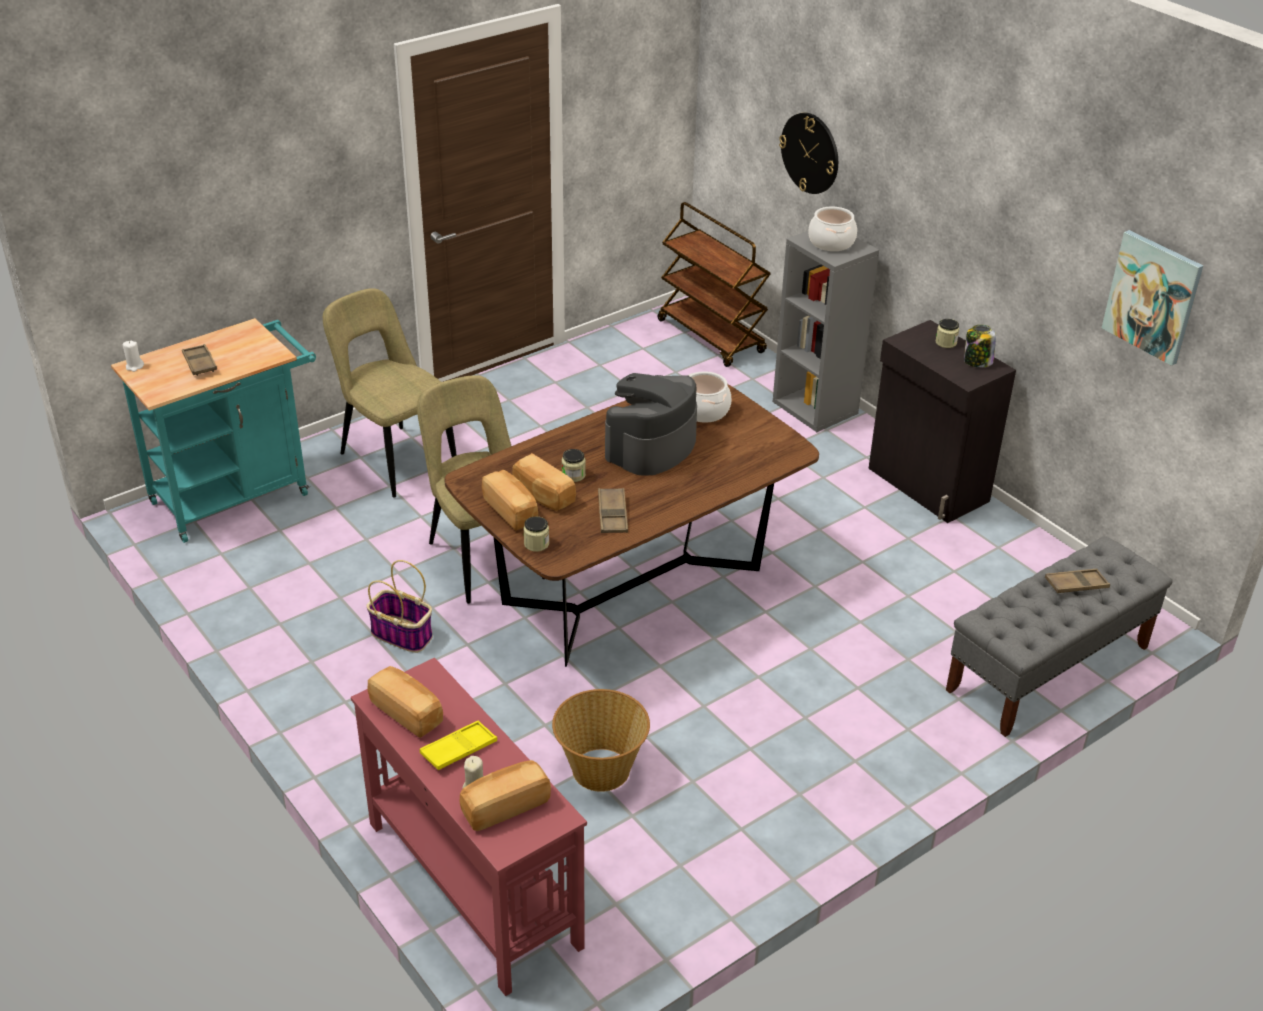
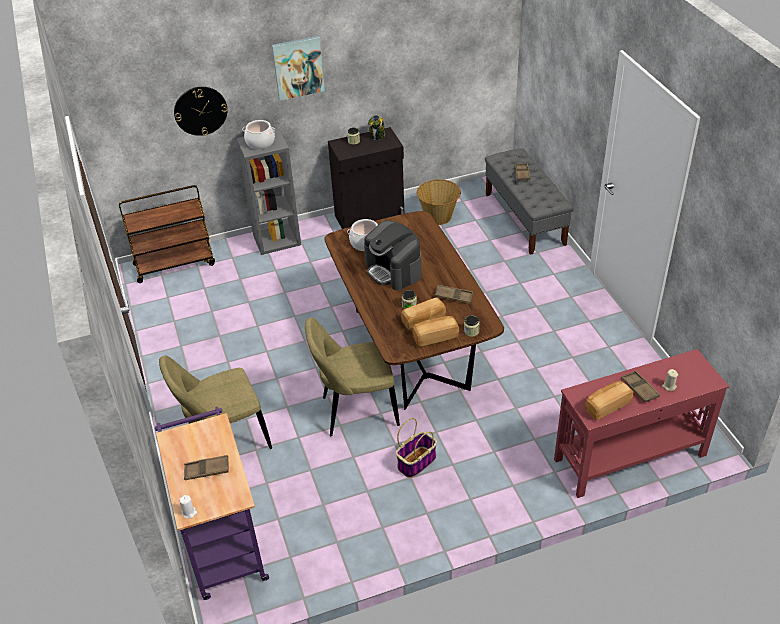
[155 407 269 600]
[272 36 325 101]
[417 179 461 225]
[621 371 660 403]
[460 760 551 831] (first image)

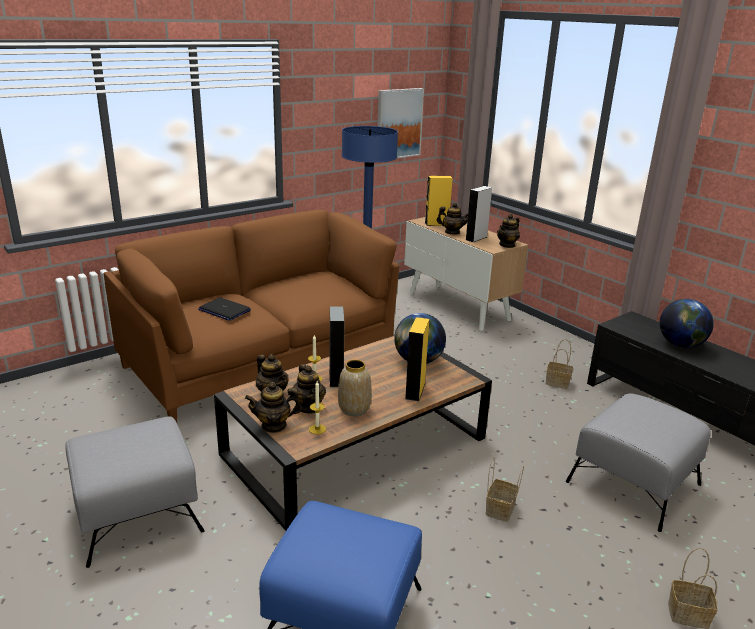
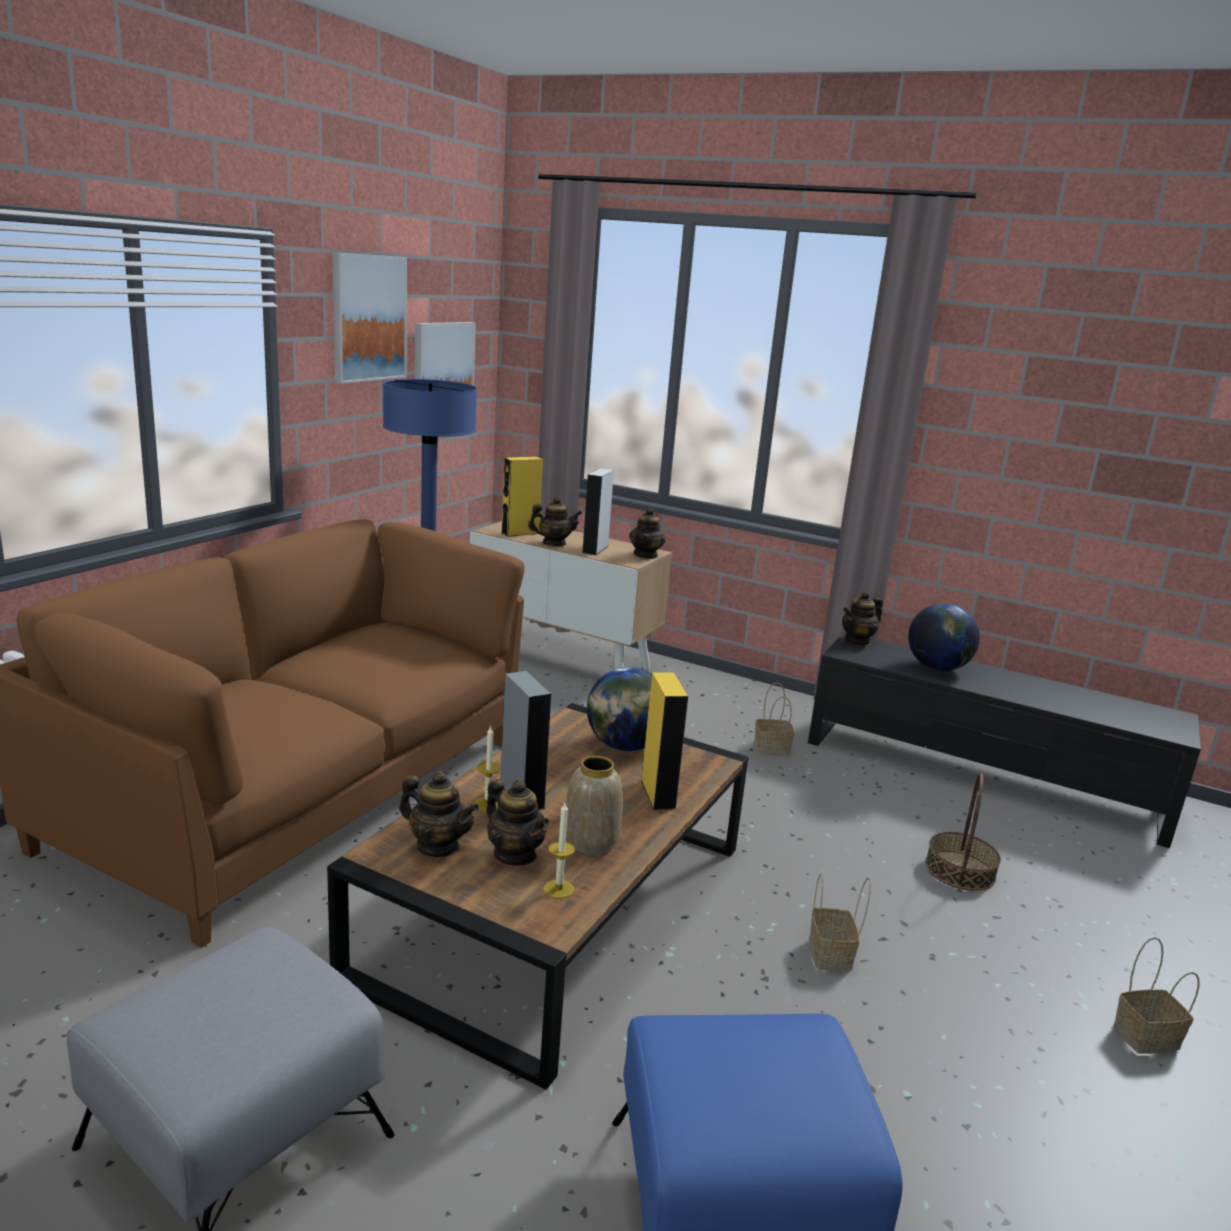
[332 252 407 384]
[842 591 883 646]
[925 773 1001 891]
[198 297 251 321] (first image)

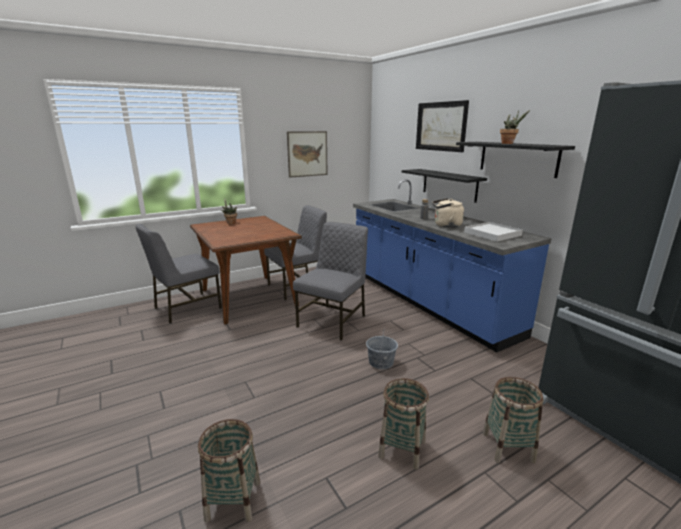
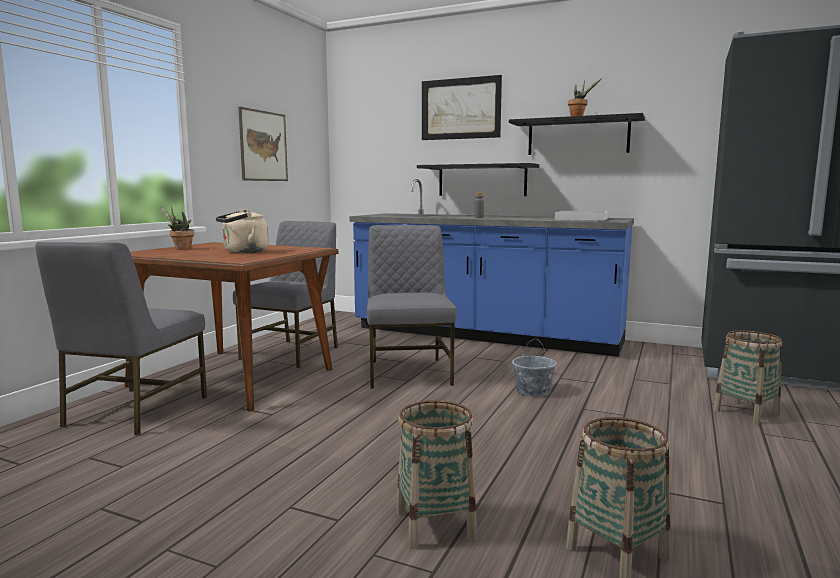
[216 209 269 253]
[396 400 477 549]

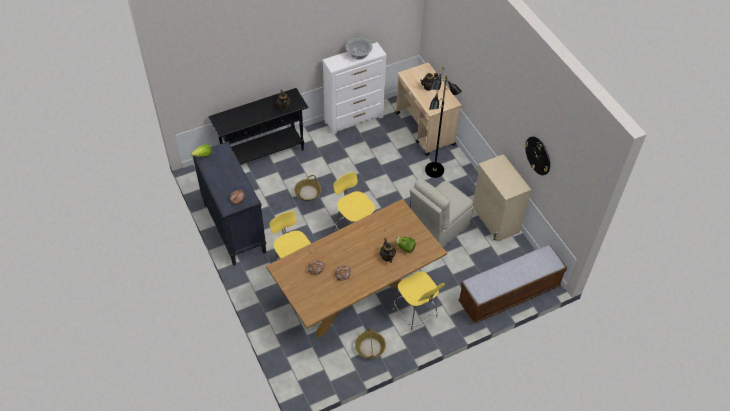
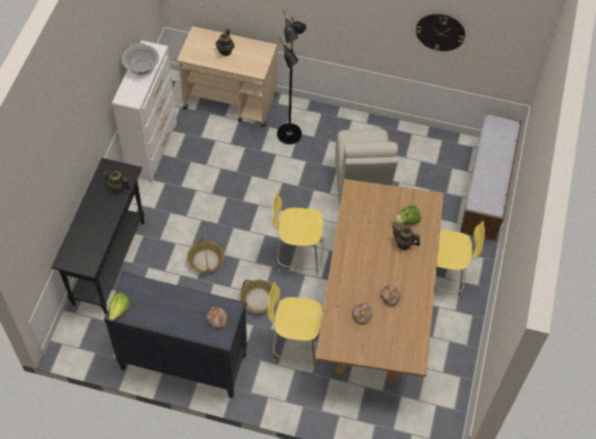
[240 280 273 313]
[473 154 531 242] (first image)

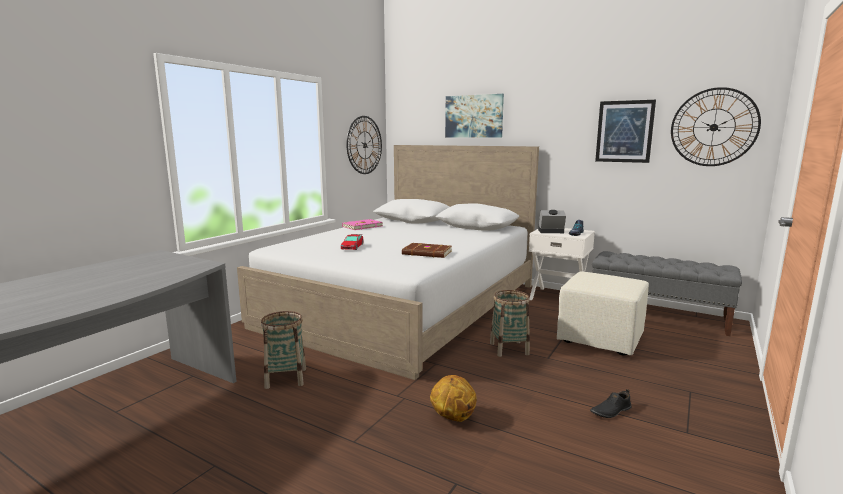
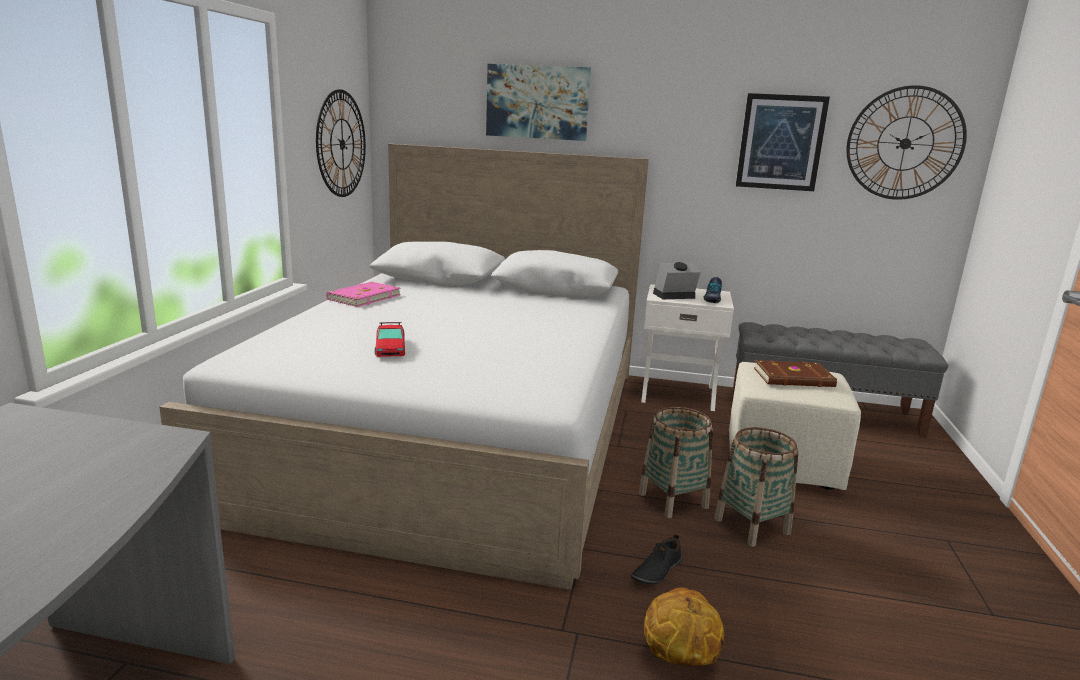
[631 534 682 584]
[714 427 798 547]
[754 360 837 387]

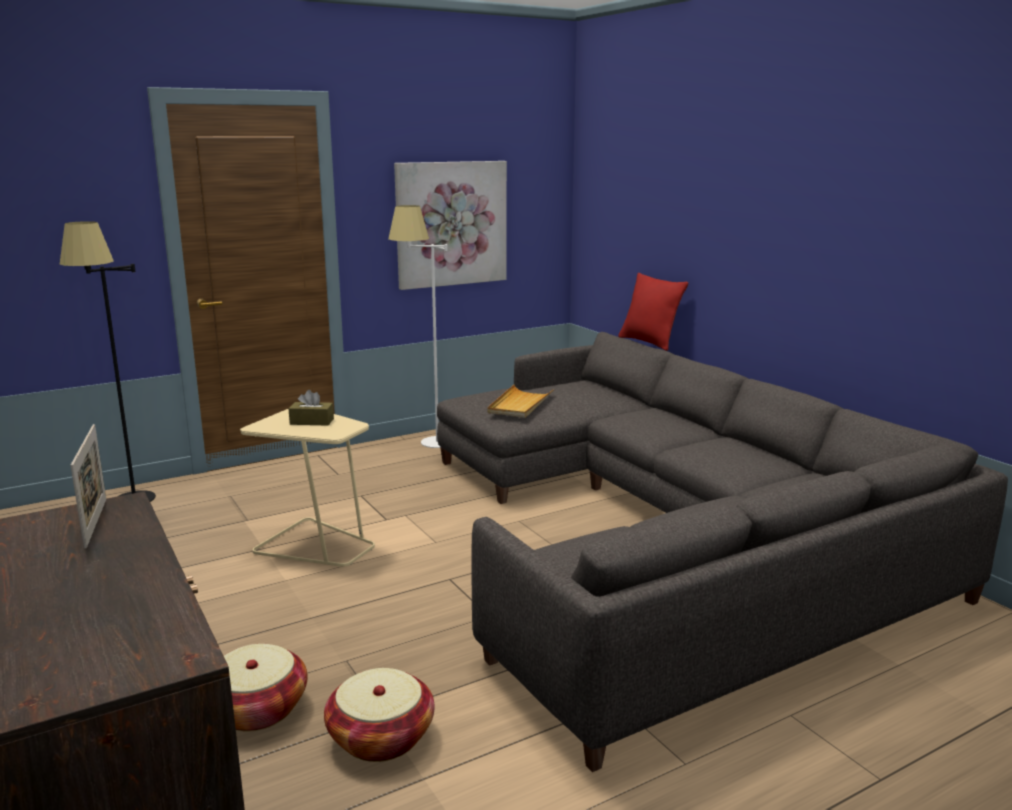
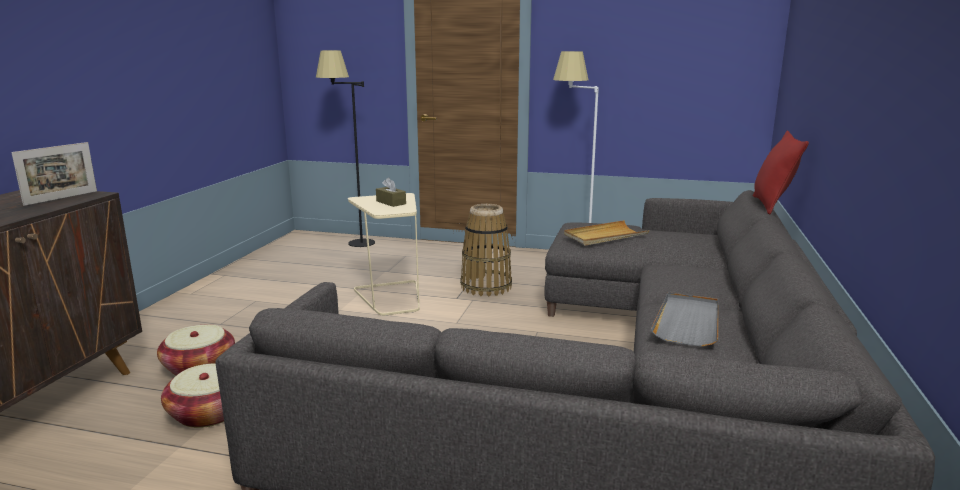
[460 204 512 297]
[651 292 718 346]
[394 161 507 290] (first image)

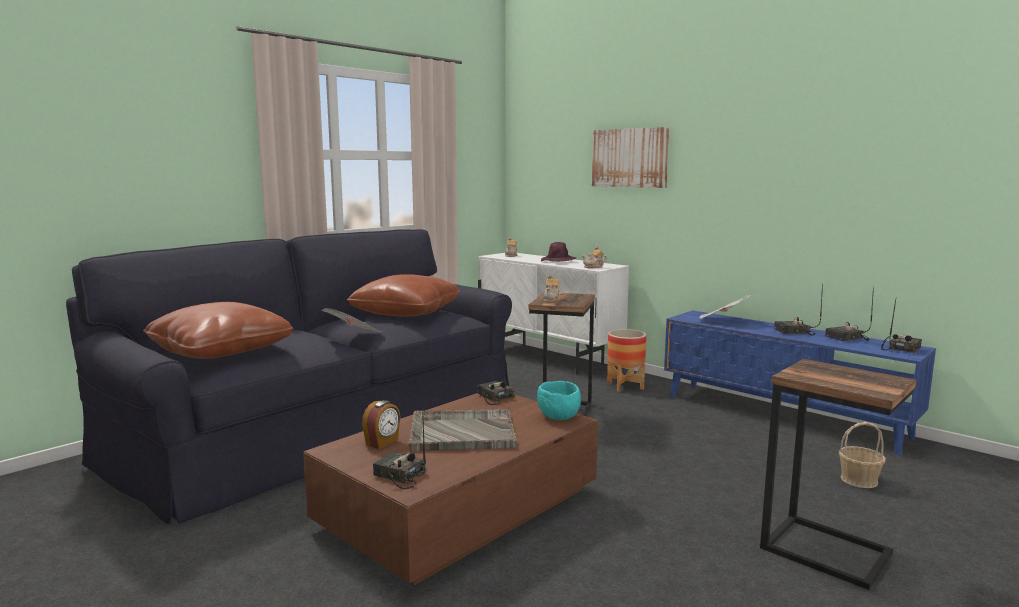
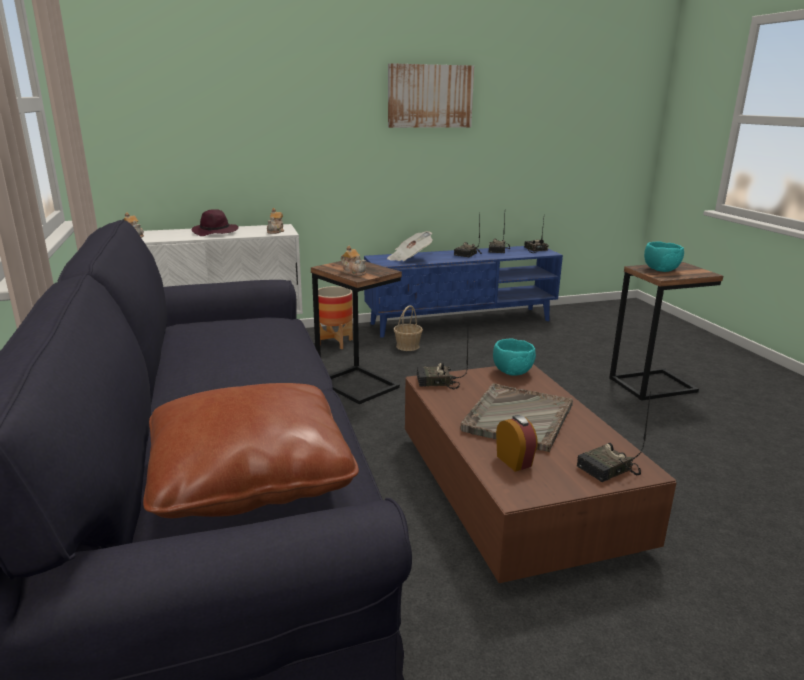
[388 63 474 128]
[394 305 423 351]
[644 241 684 272]
[321 308 383 332] (first image)
[347 274 460 317] (first image)

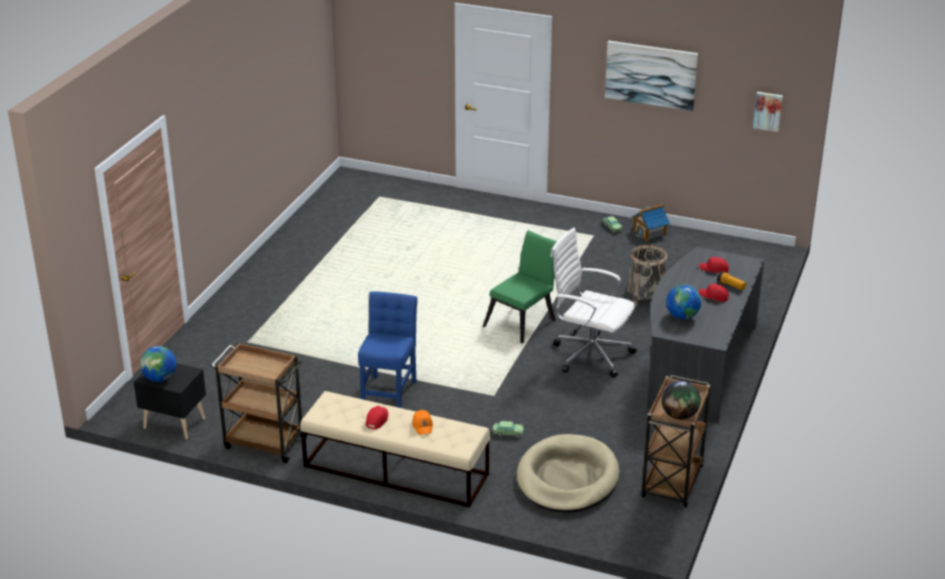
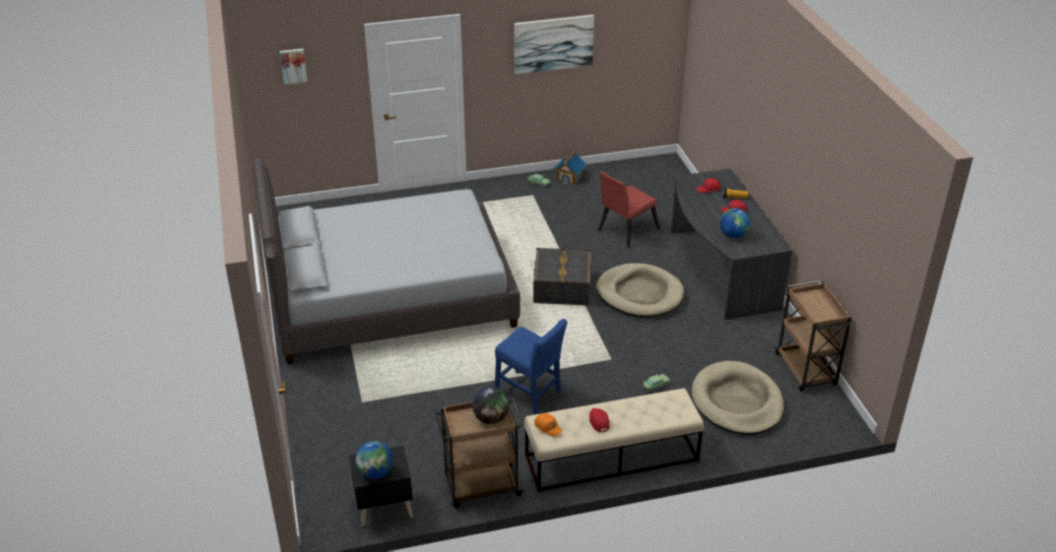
[254 158 520 365]
[280 49 308 85]
[472 387 509 424]
[495 319 567 414]
[533 248 591 306]
[534 413 562 437]
[596 263 684 317]
[598 171 660 247]

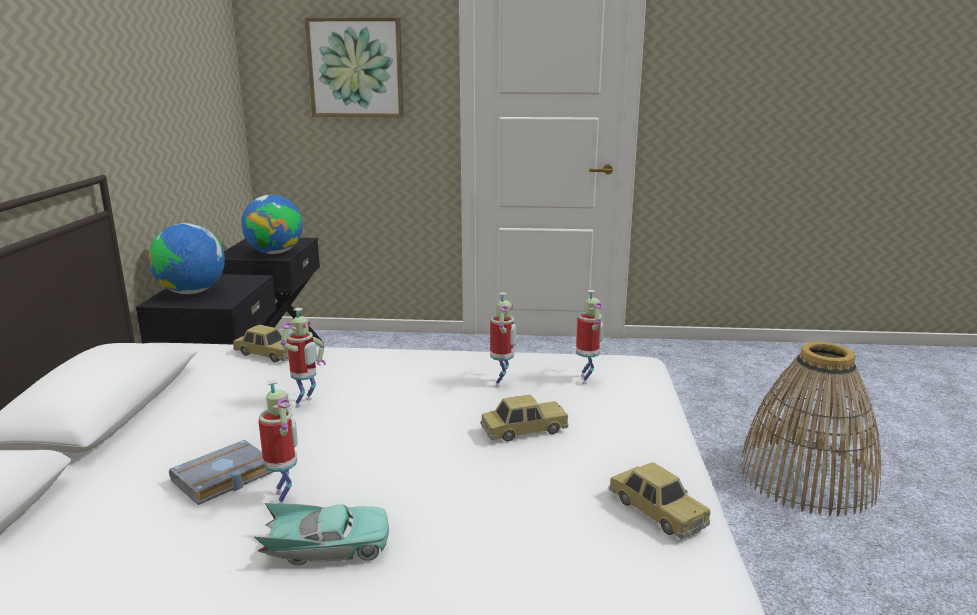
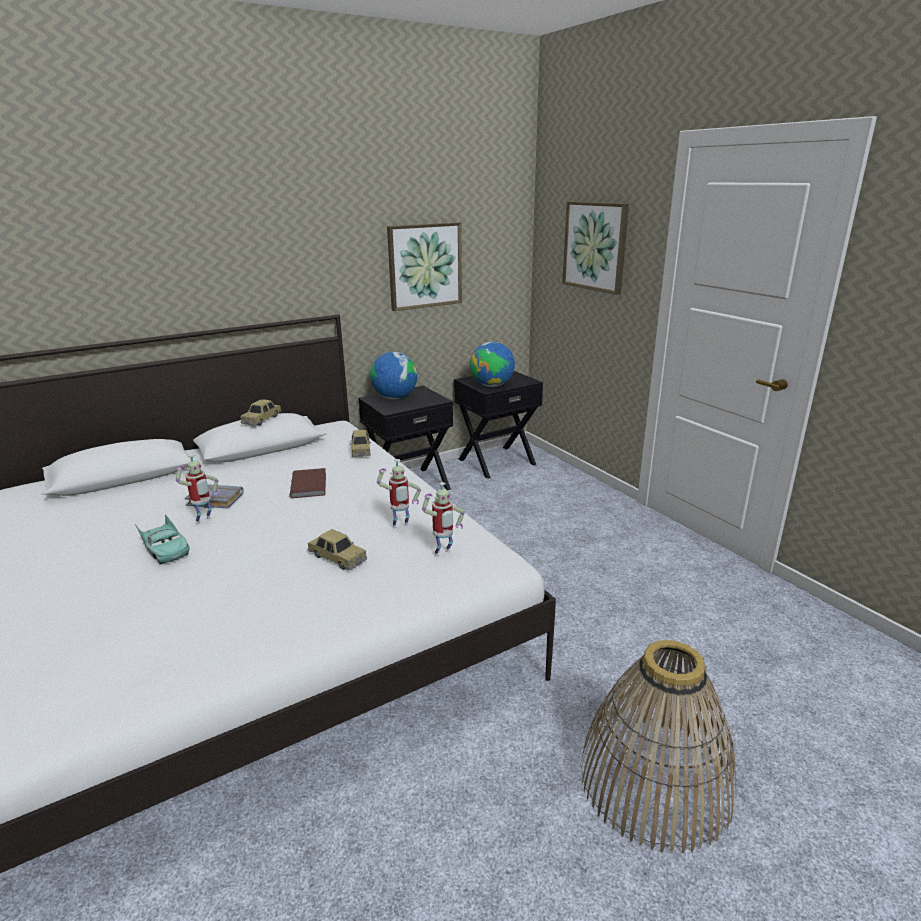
[240 399 281 425]
[290 468 326 498]
[387 222 462 311]

